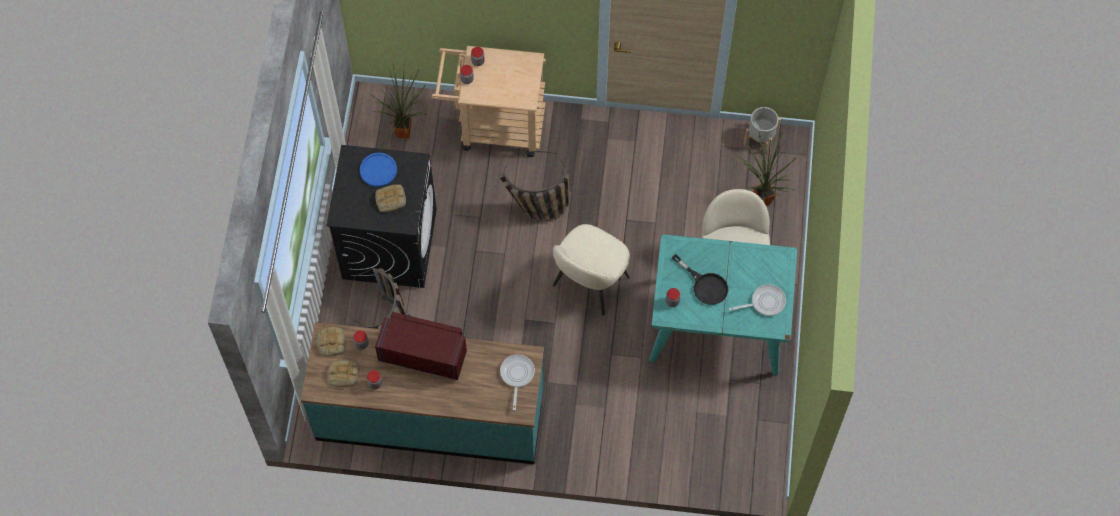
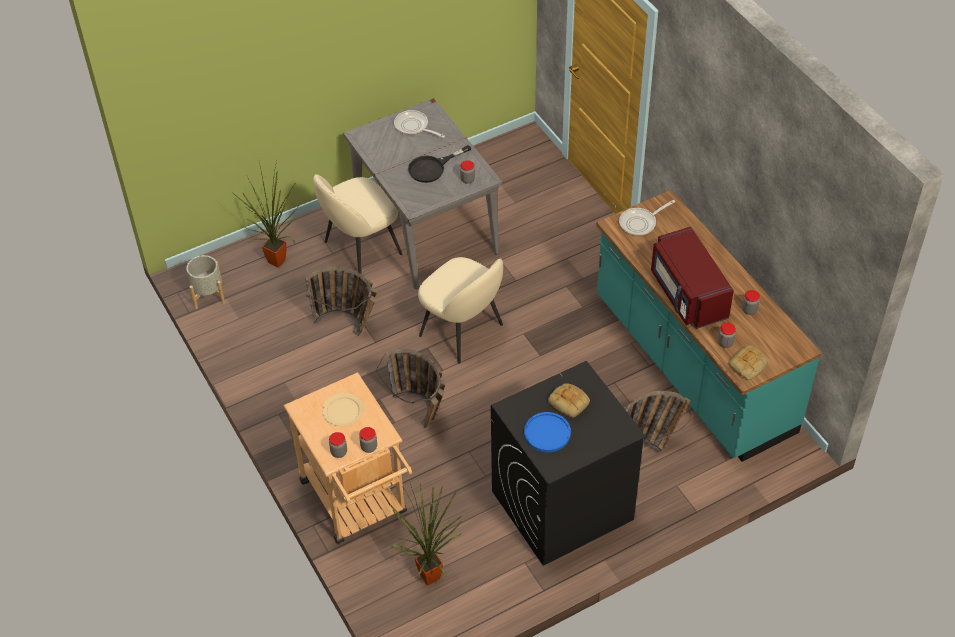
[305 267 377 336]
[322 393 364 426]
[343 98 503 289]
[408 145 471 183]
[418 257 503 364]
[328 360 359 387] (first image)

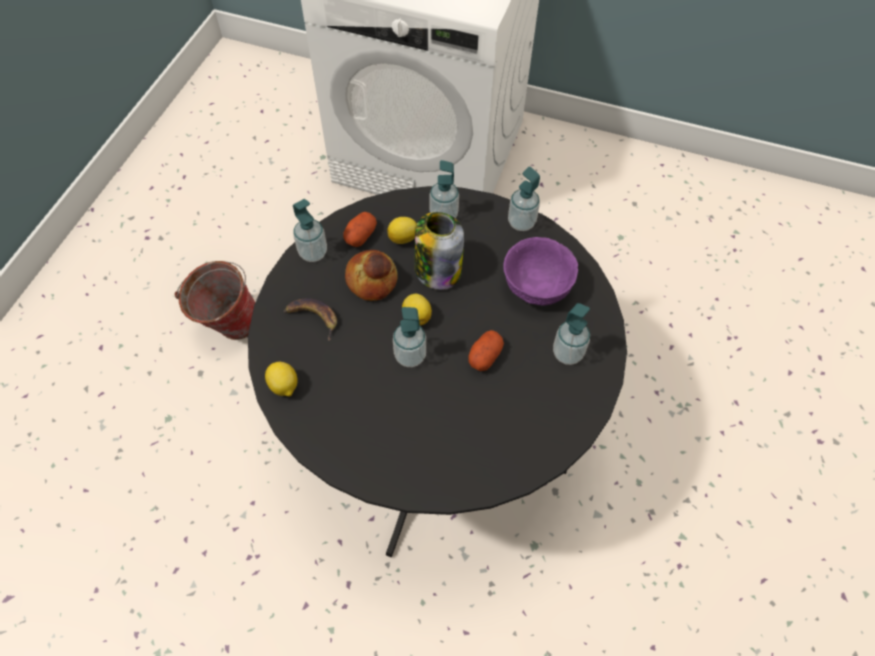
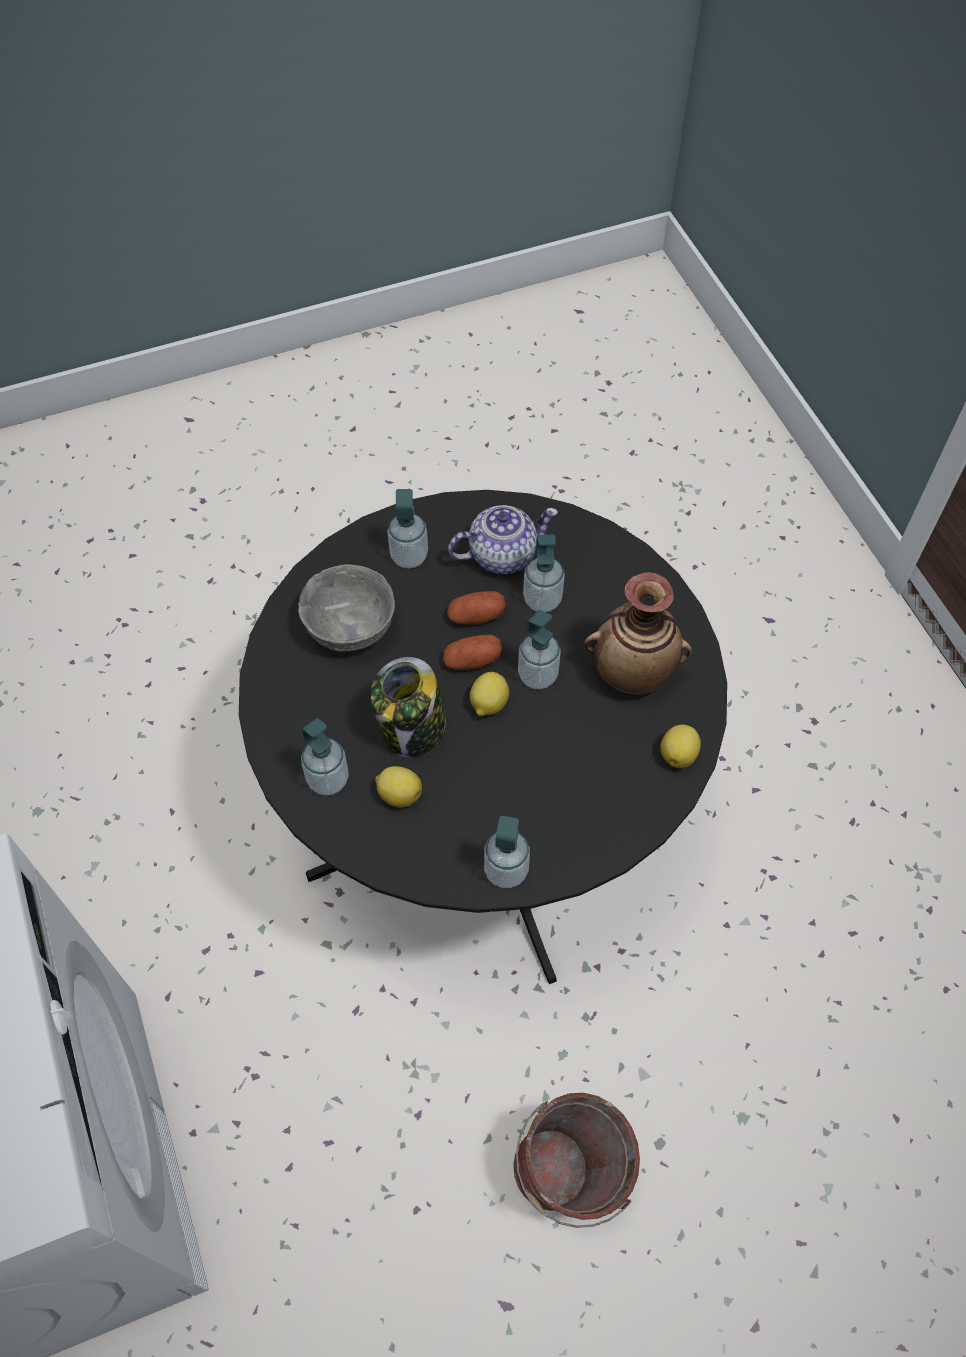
[298 564 395 652]
[443 635 502 670]
[448 505 558 574]
[523 534 565 612]
[584 572 692 694]
[284 298 337 341] (first image)
[345 250 397 301] (first image)

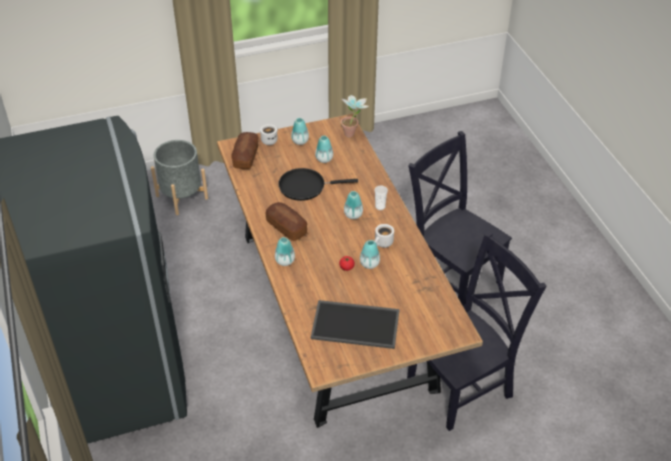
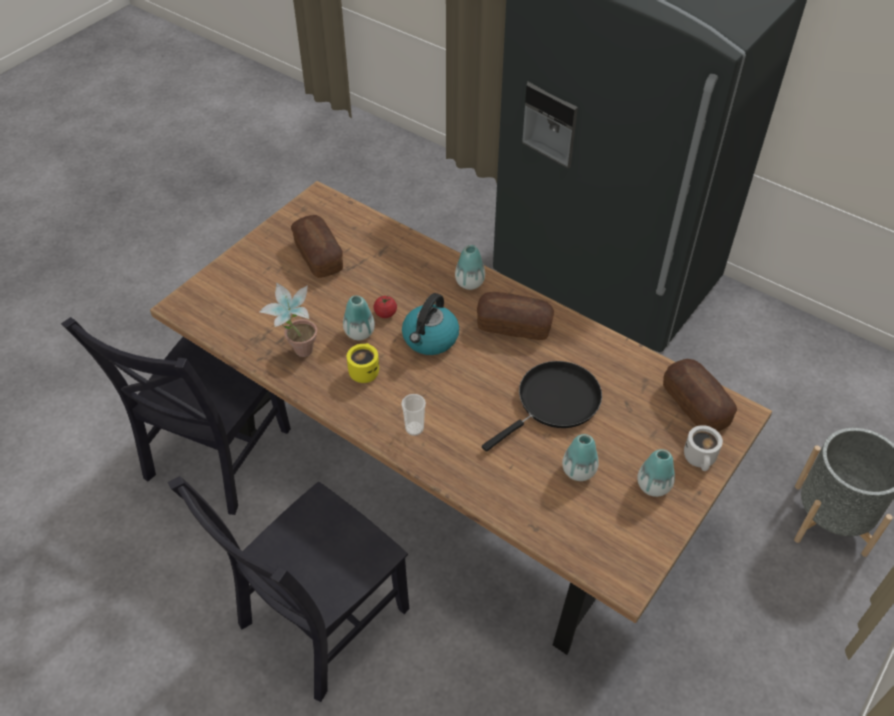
[168 476 410 702]
[259 283 317 357]
[291 215 343 278]
[347 343 379 383]
[402 293 459 355]
[344 191 363 219] (first image)

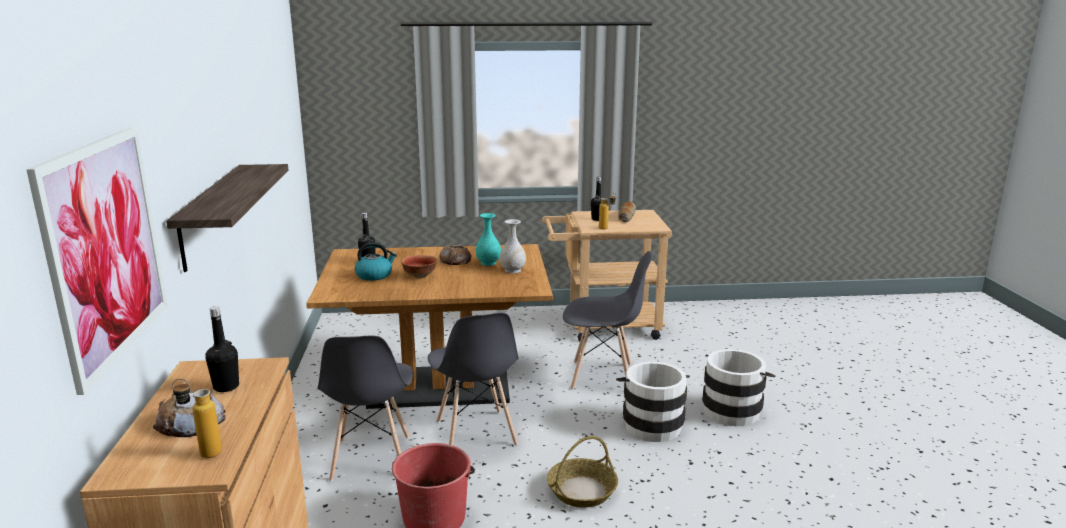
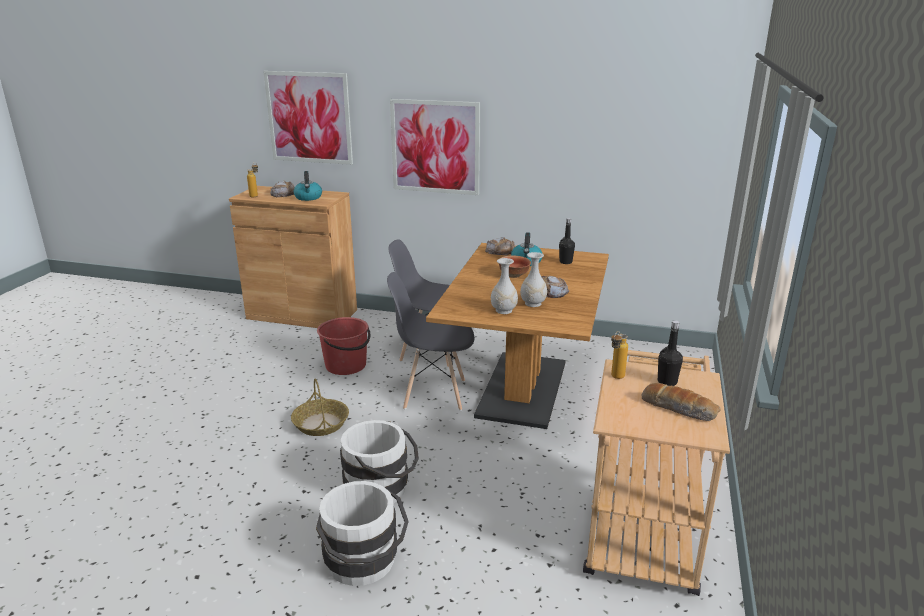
[293 171 322 201]
[390 99 480 195]
[485 237 515 255]
[520 252 547 307]
[563 251 653 389] (first image)

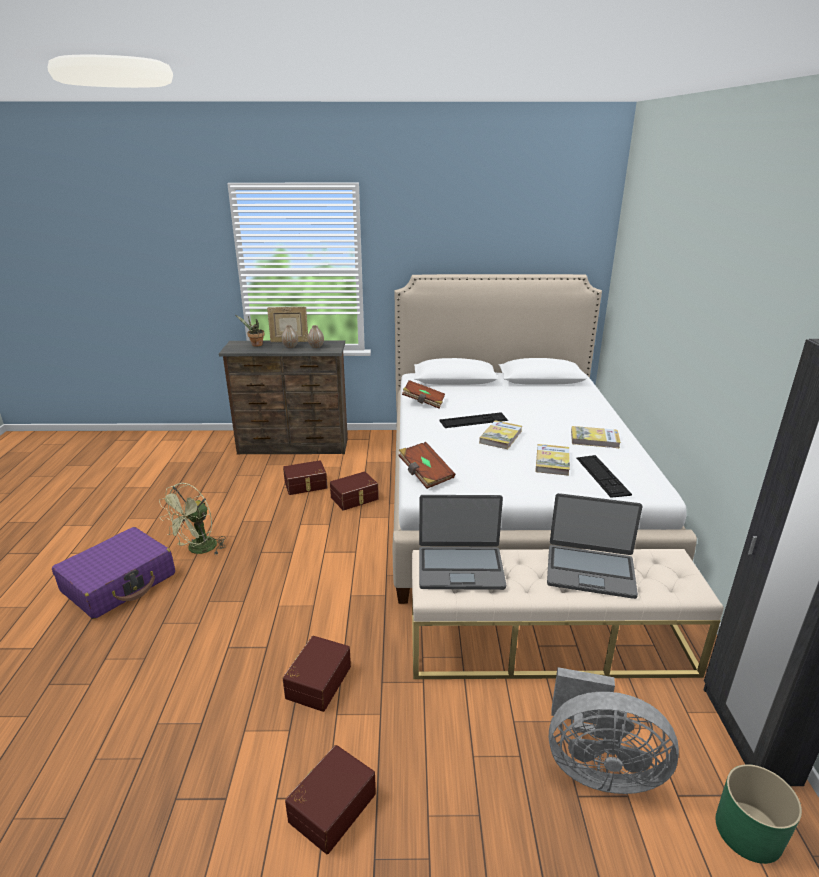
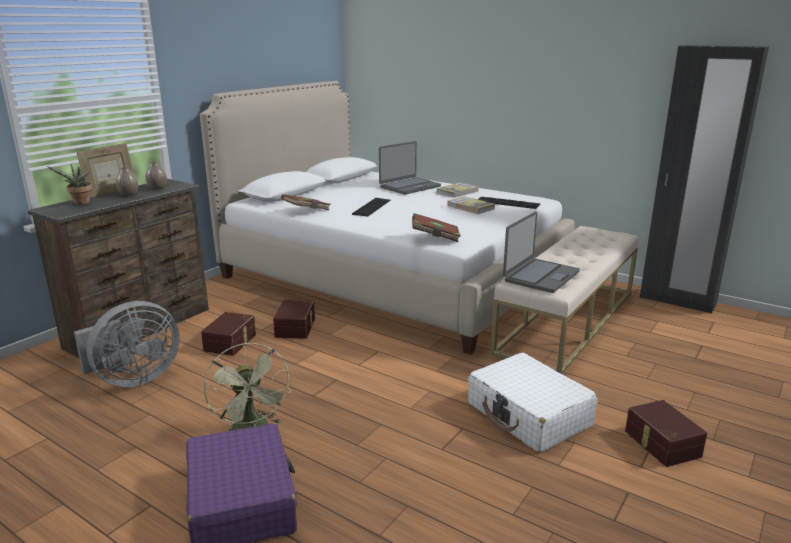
[74 301 180 387]
[379 141 441 194]
[468 353 598 453]
[479 420 522 449] (first image)
[716 764 802 864] (first image)

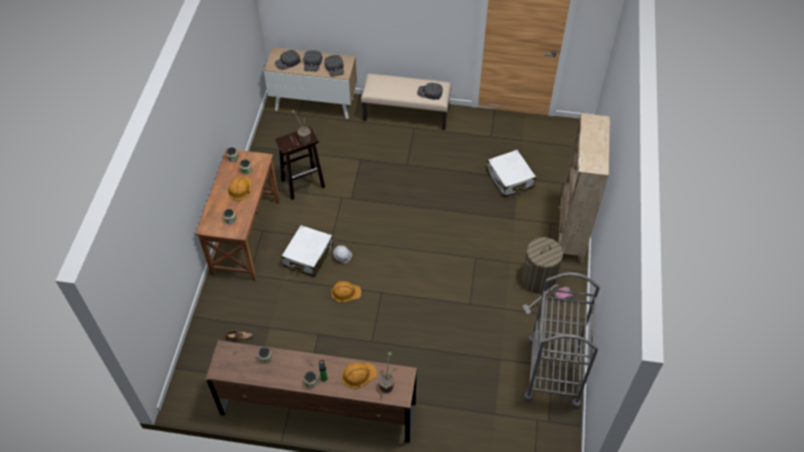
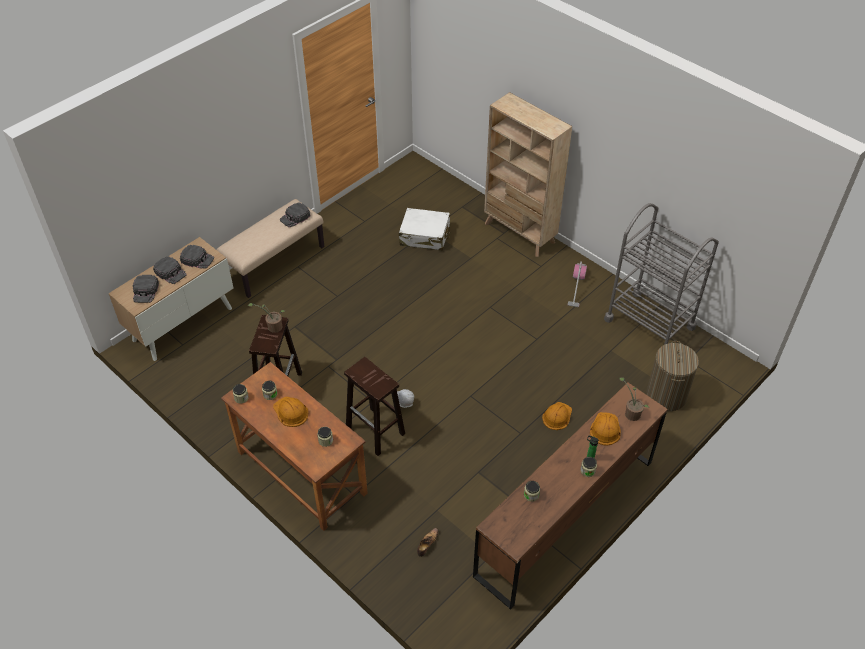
[344 357 405 456]
[542 402 572 430]
[646 341 699 411]

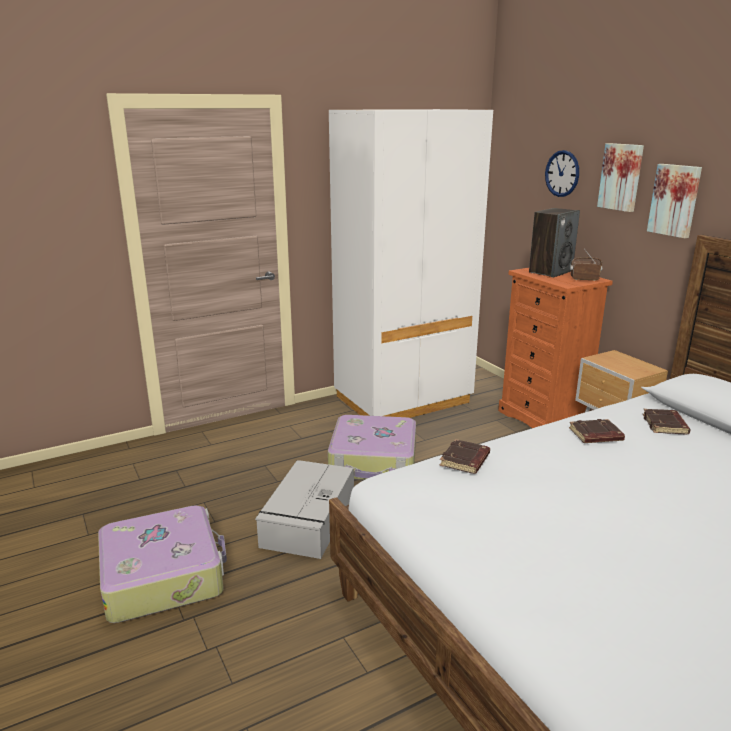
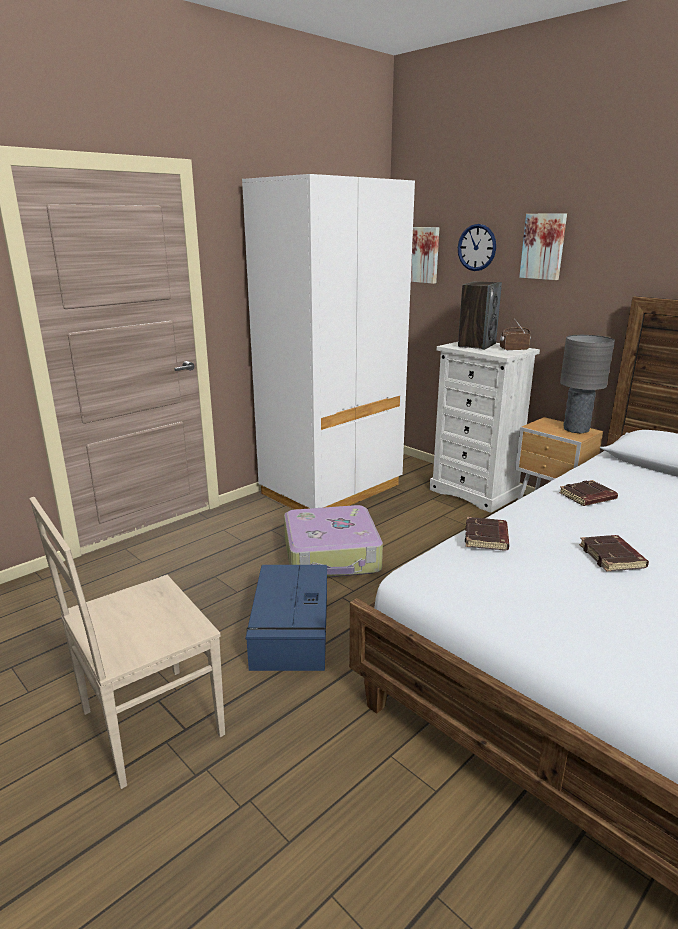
[29 497 225 789]
[246 565 327 671]
[411 227 440 284]
[429 342 540 513]
[560 335 615 434]
[579 535 649 572]

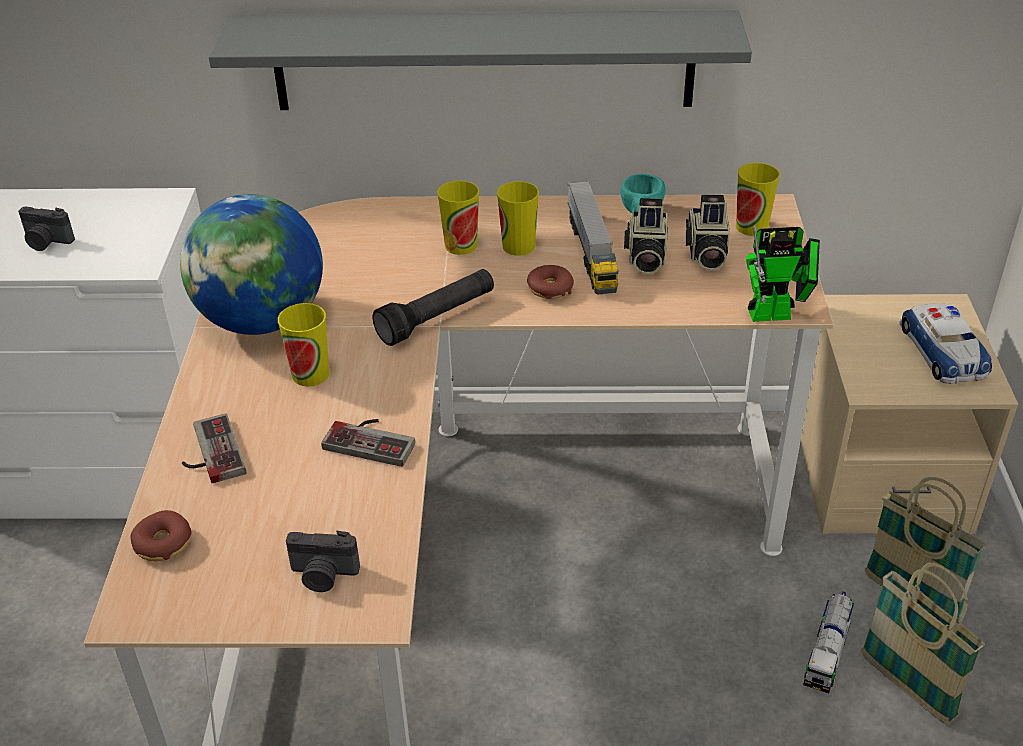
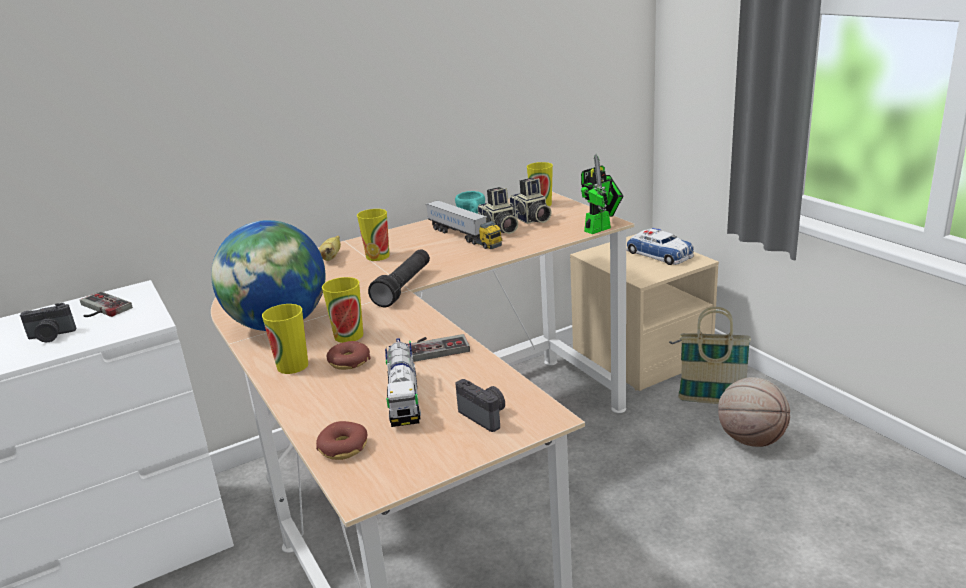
[80 291 133 317]
[262 304 308 374]
[319 235 341 261]
[327 341 371 370]
[385 338 421 427]
[455 379 505 432]
[718 377 790 447]
[209 10 752 110] (first image)

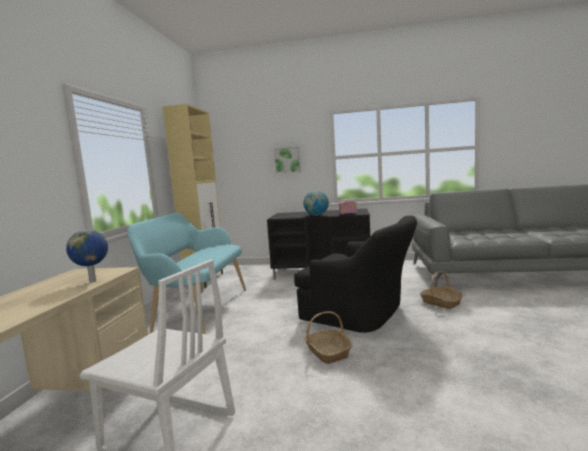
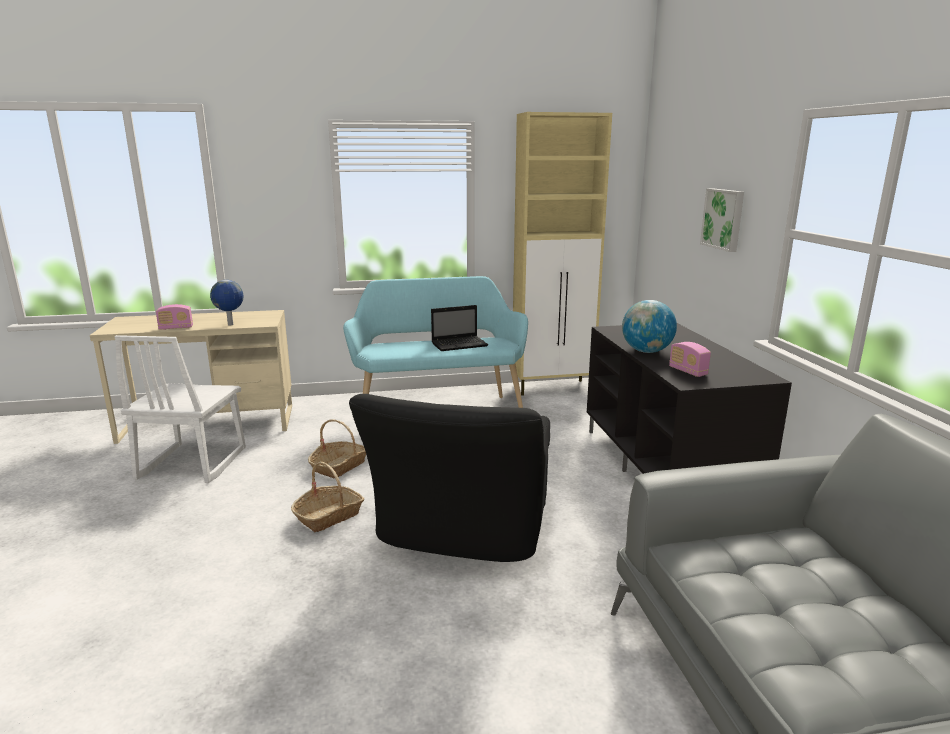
[156 304 193 330]
[308 419 366 478]
[431 305 488 351]

